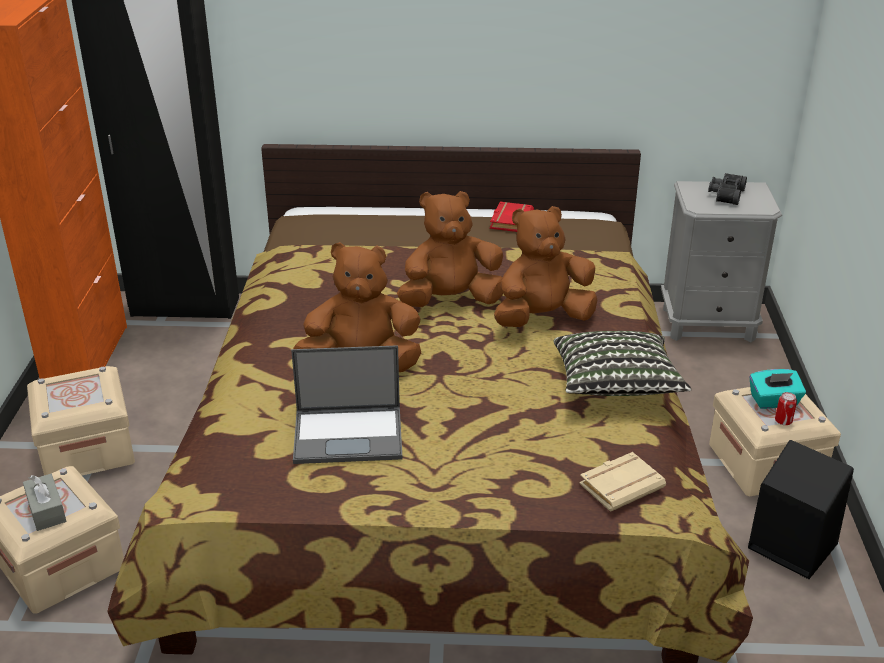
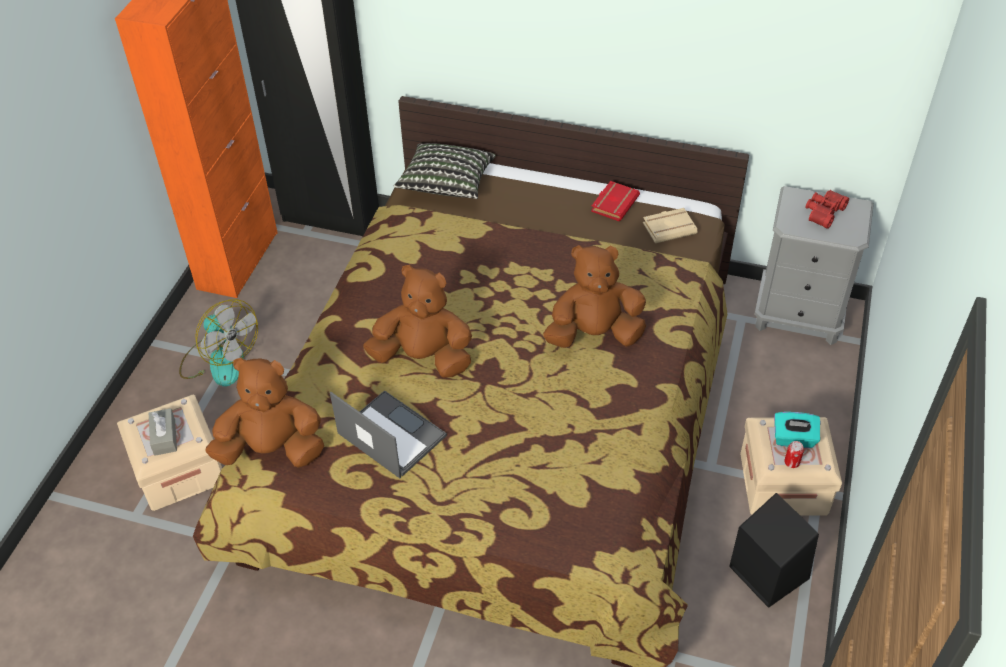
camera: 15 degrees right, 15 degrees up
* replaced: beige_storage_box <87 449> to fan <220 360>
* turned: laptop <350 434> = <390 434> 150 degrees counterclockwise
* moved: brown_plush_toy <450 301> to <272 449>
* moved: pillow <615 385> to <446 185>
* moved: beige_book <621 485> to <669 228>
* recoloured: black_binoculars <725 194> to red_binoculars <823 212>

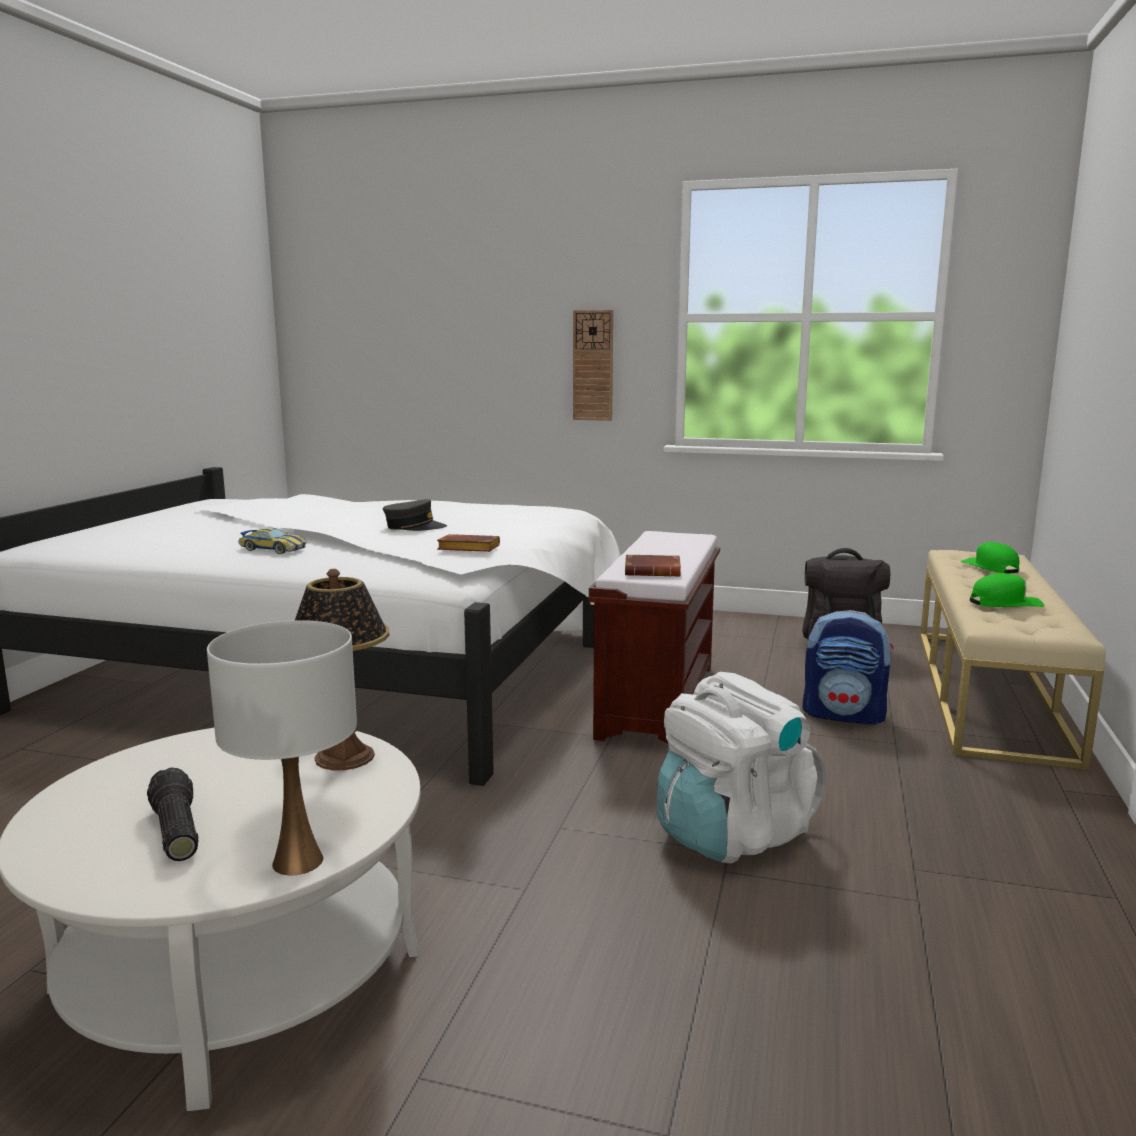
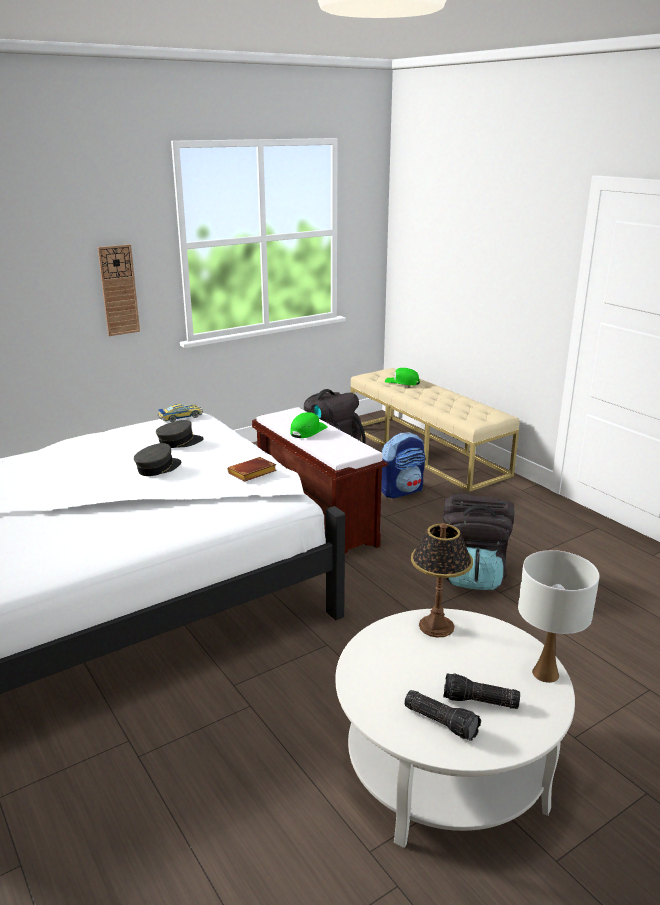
camera: 50 degrees left, 10 degrees up
* moved: toy_car <273 549> to <180 417>
* removed: brown_book <654 571>
* recoloured: white_backpack <732 834> to black_backpack <473 575>
* moved: green_cap <1005 602> to <308 431>
* added: grey_cap <179 442>
* added: flashlight <442 721>

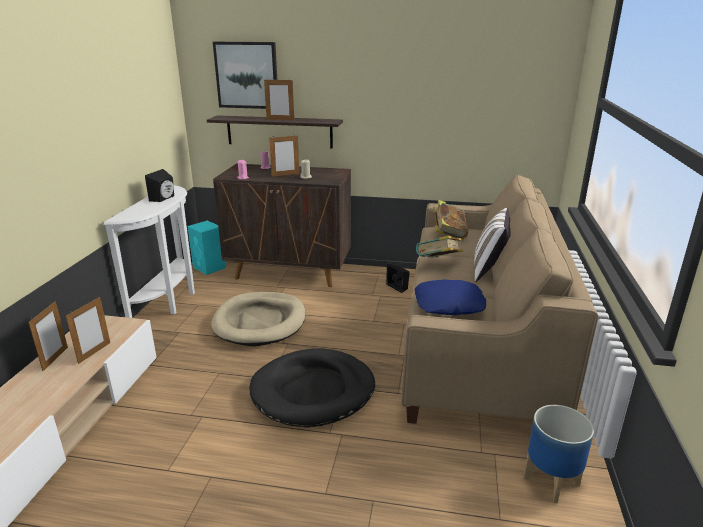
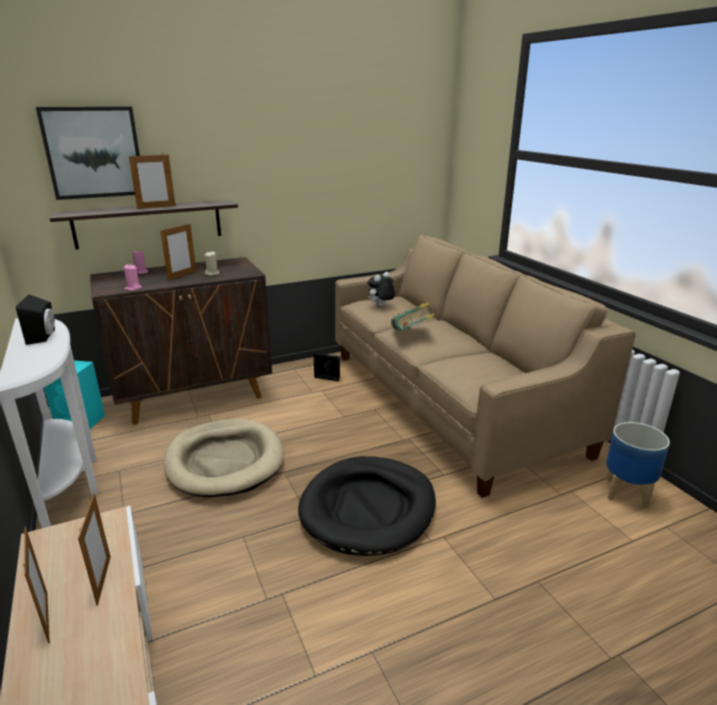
camera: 35 degrees left, 0 degrees up
* removed: blue_pillow <449 305>
* replaced: book <448 234> to plush_toy <381 306>
* removed: white_pillow <489 270>

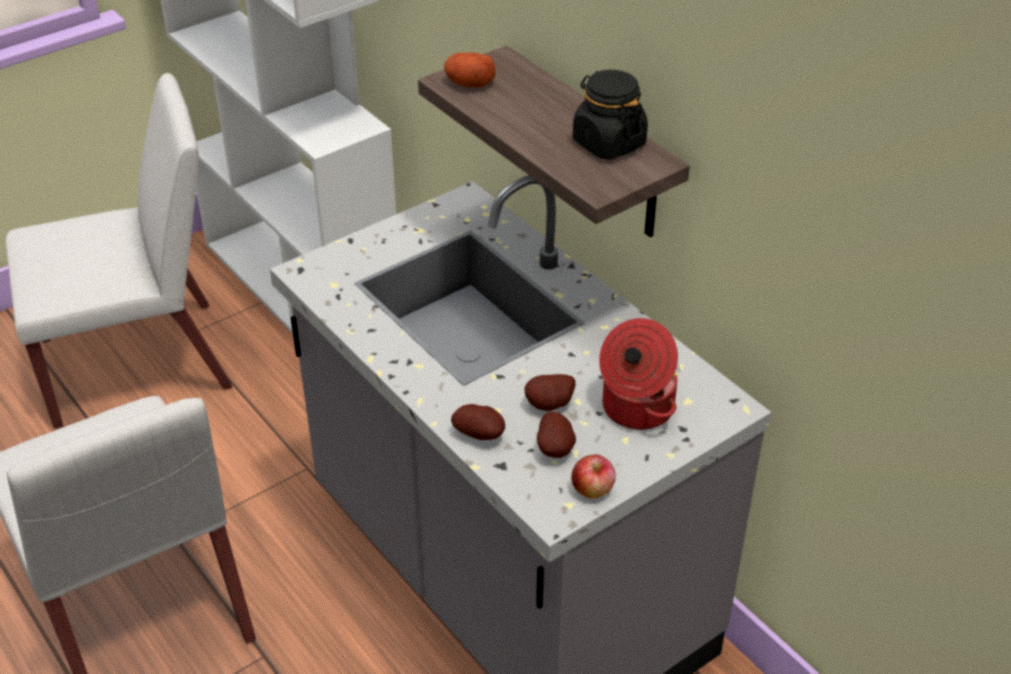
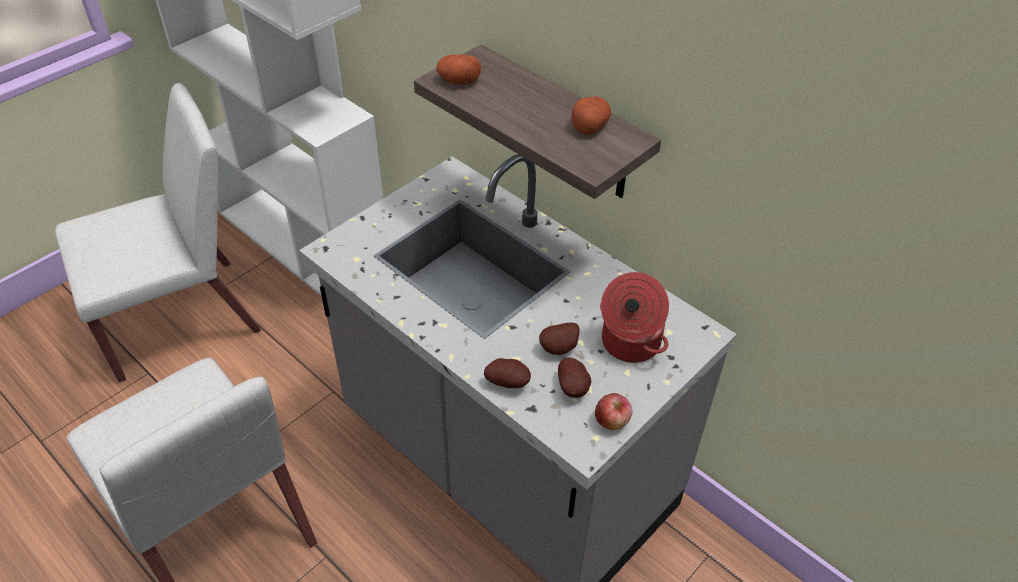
camera: 10 degrees left, 5 degrees up
* replaced: black_jar <608 143> to potato <589 125>

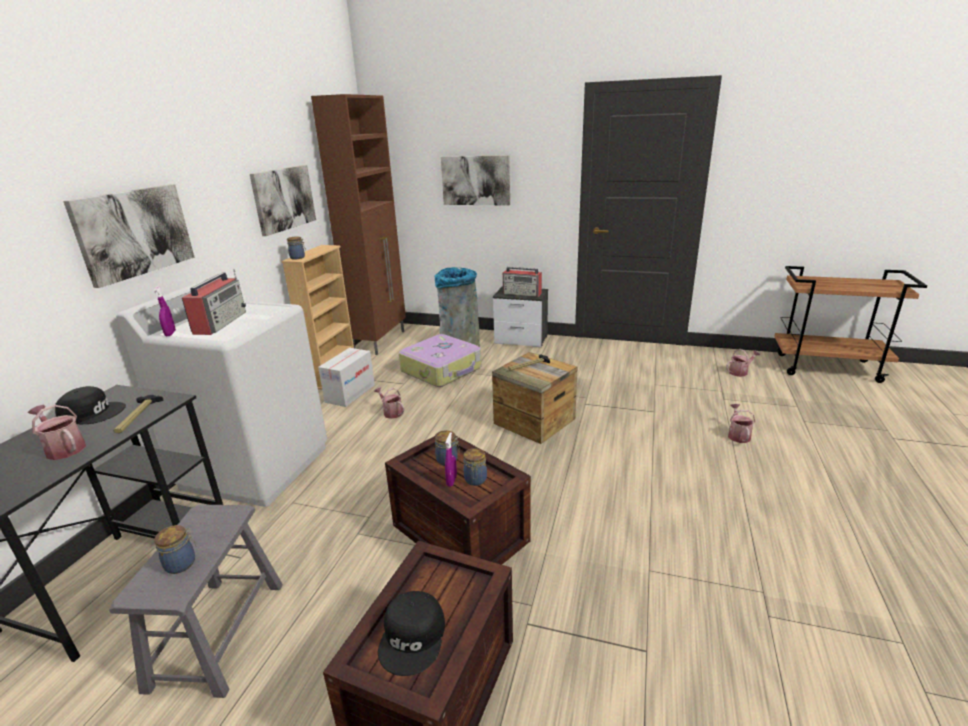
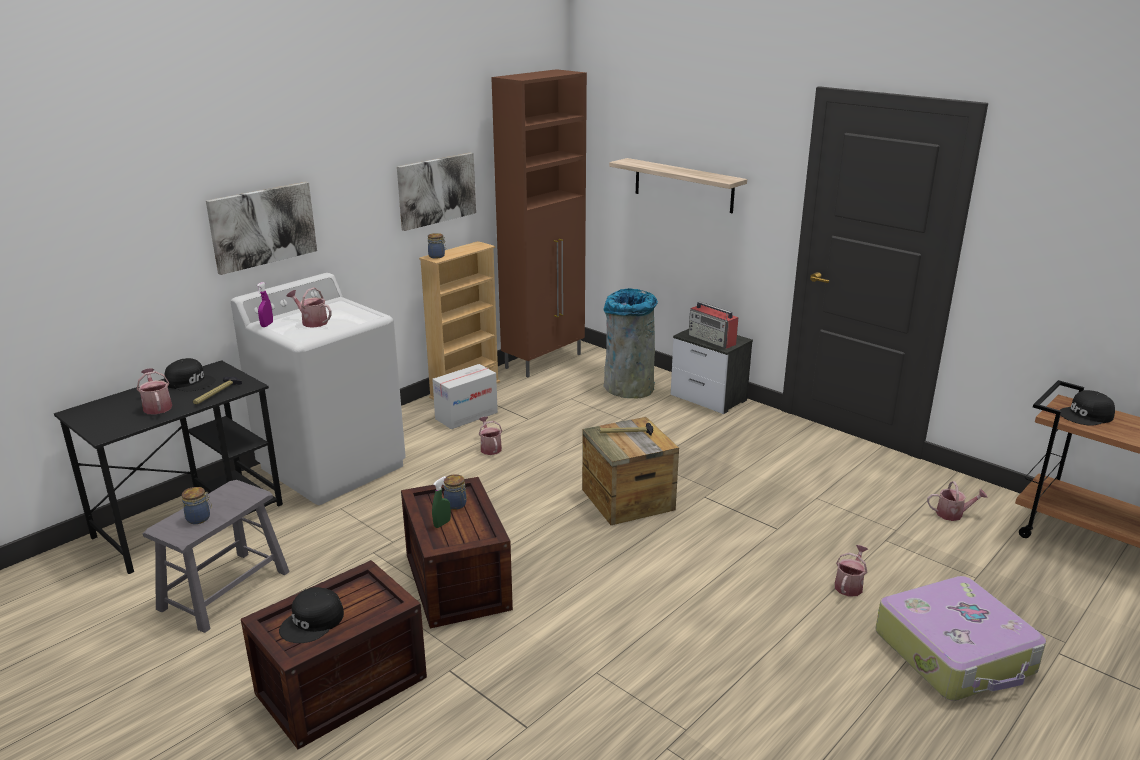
camera: 25 degrees right, 0 degrees up
* replaced: radio <221 322> to watering_can <312 322>
* moved: suitcase <442 370> to <955 653>
* replaced: picture <476 180> to shelf <683 185>
* recoloured: purple_spray_bottle <451 481> to green_spray_bottle <442 523>
* removed: jar <475 480>
* added: black_cap <1086 415>

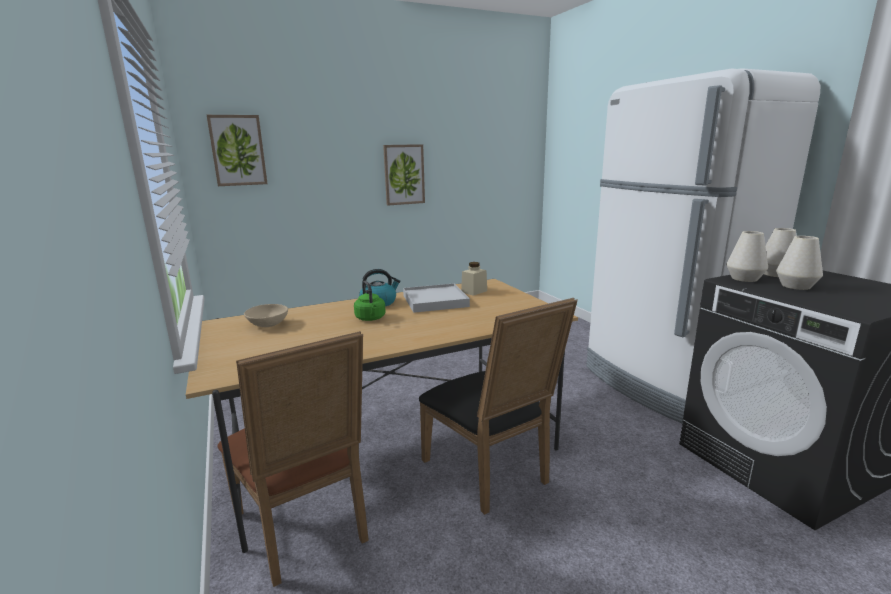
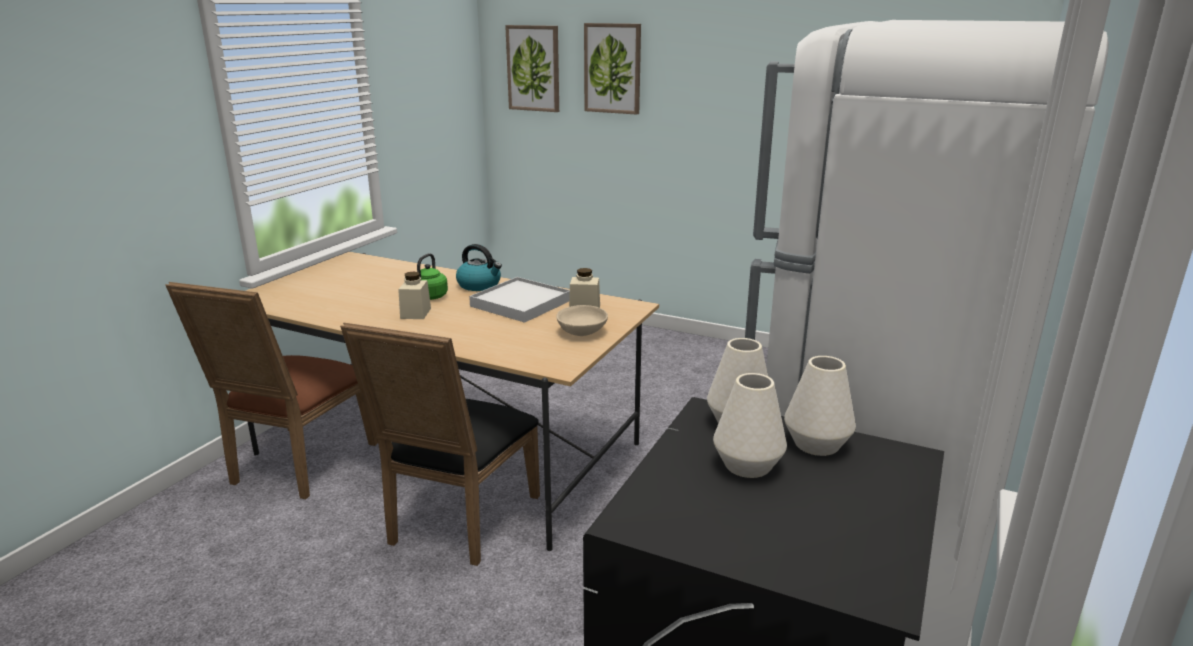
camera: 50 degrees right, 5 degrees up
* moved: beige_bowl <268 324> to <582 332>
* moved: picture <404 174> to <612 68>
* added: beige_jar <415 313>

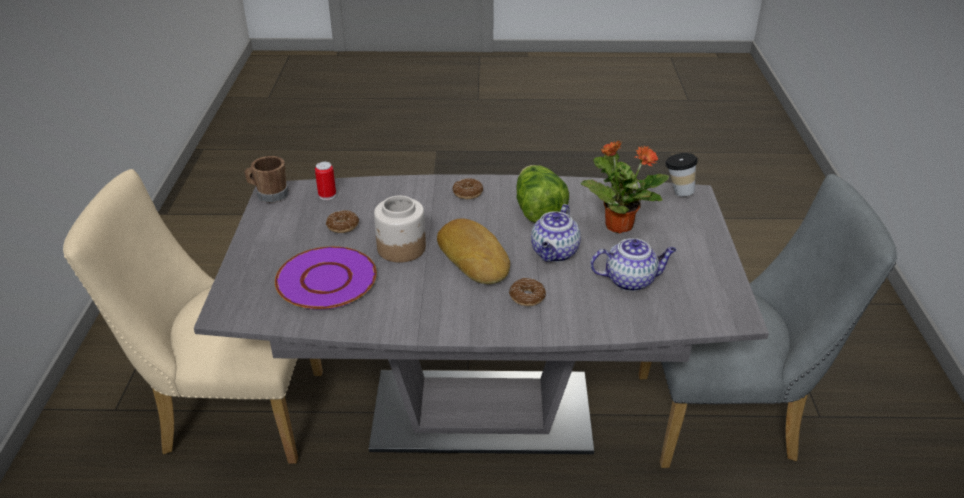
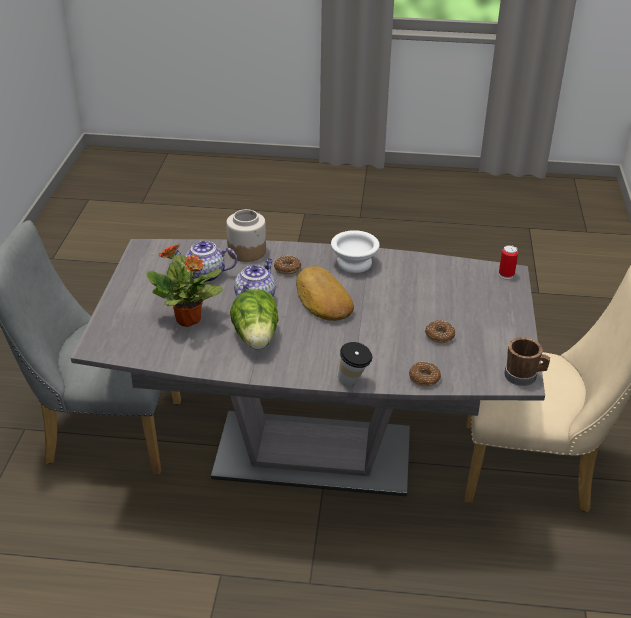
camera: 175 degrees left, 0 degrees up
* removed: purple_plate <326 279>
* moved: can <327 195> to <506 275>
* moved: jar <401 248> to <247 251>
* moved: donut <468 193> to <424 378>
* moved: cup <677 192> to <353 382>
* added: white_bowl <355 263>

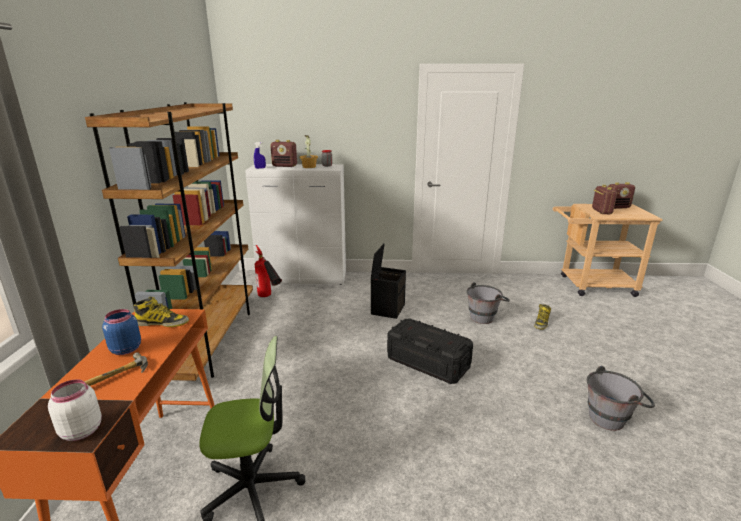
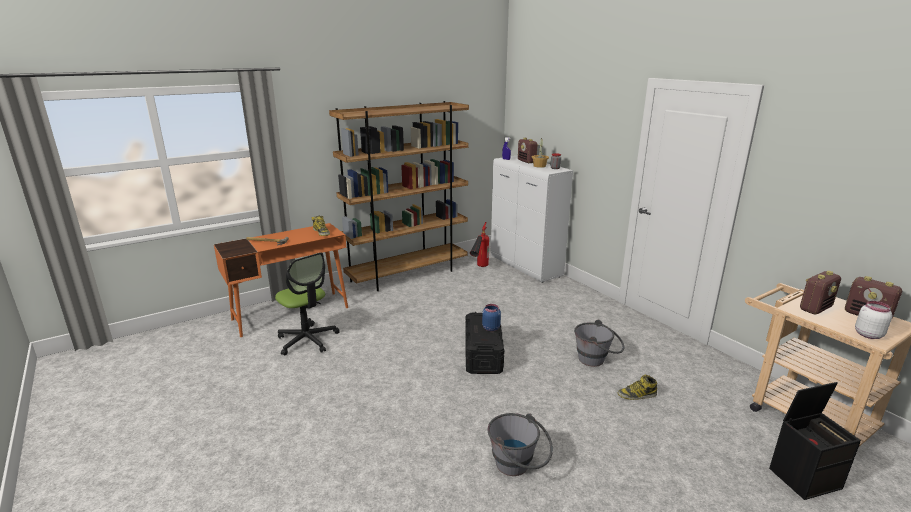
camera: 55 degrees right, 0 degrees up
* moved: white_jar <80 430> to <867 334>
* moved: blue_jar <125 349> to <490 328>
* moved: black_storage_box <387 309> to <805 477>

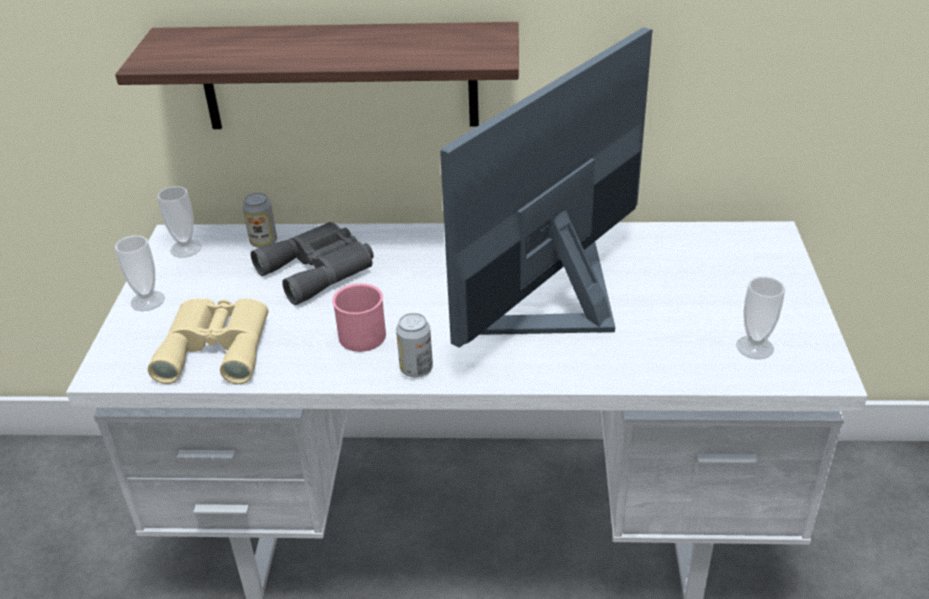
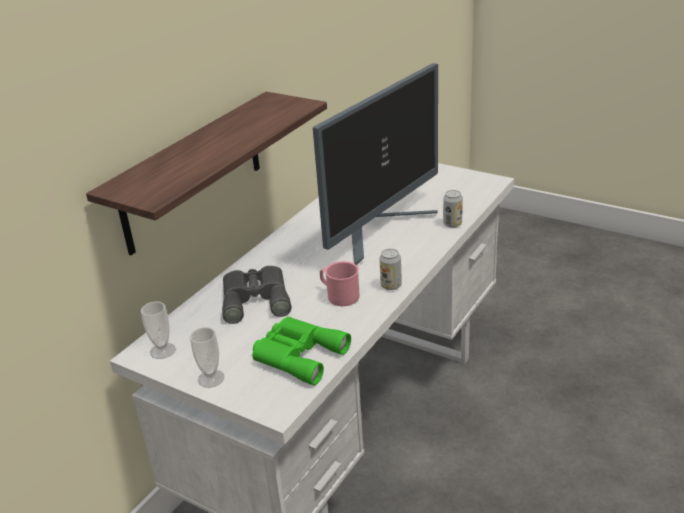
camera: 60 degrees left, 5 degrees down
* recoloured: beige_binoculars <218 346> to green_binoculars <297 354>
* moved: can <263 242> to <452 224>
* turned: monitor <560 306> = <380 229> 120 degrees counterclockwise
* removed: cup <755 347>

